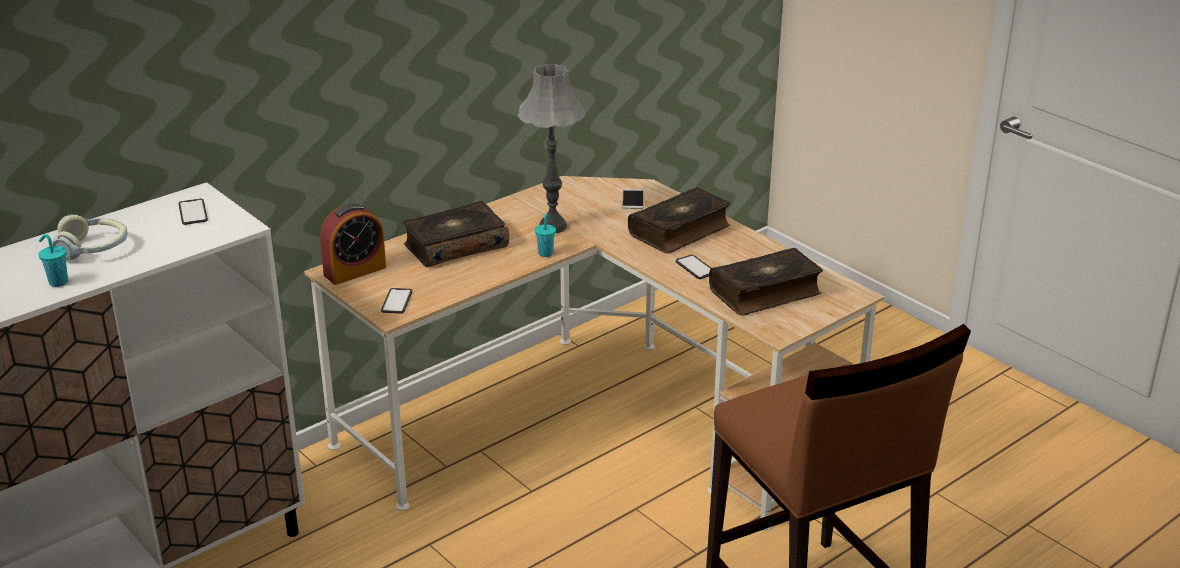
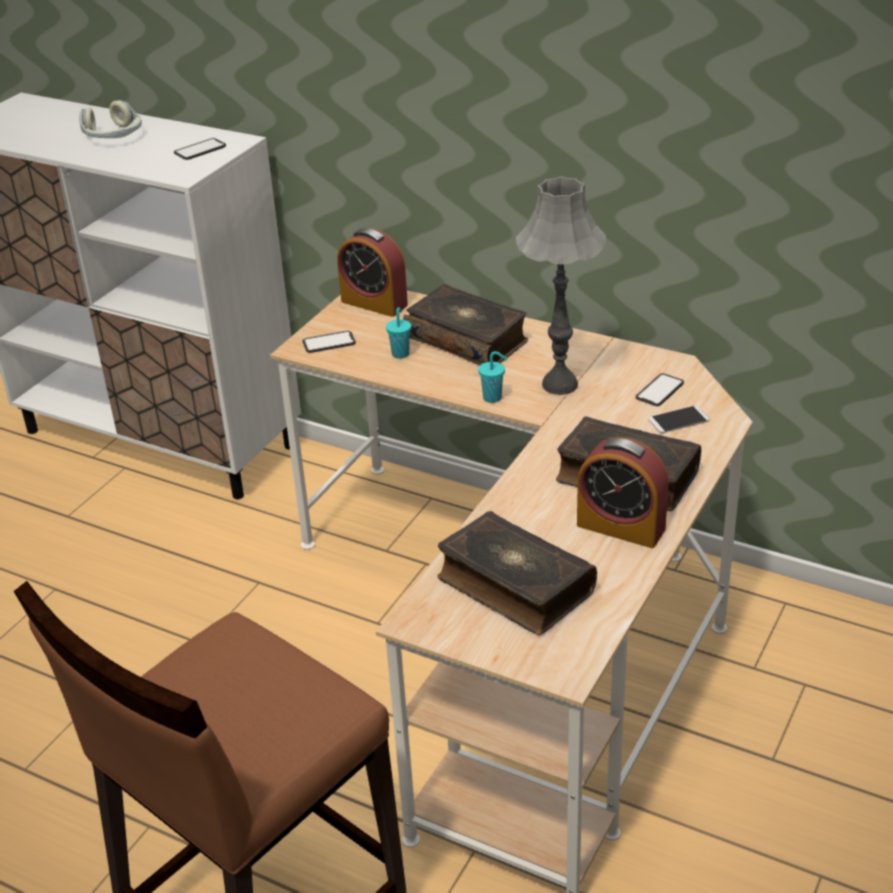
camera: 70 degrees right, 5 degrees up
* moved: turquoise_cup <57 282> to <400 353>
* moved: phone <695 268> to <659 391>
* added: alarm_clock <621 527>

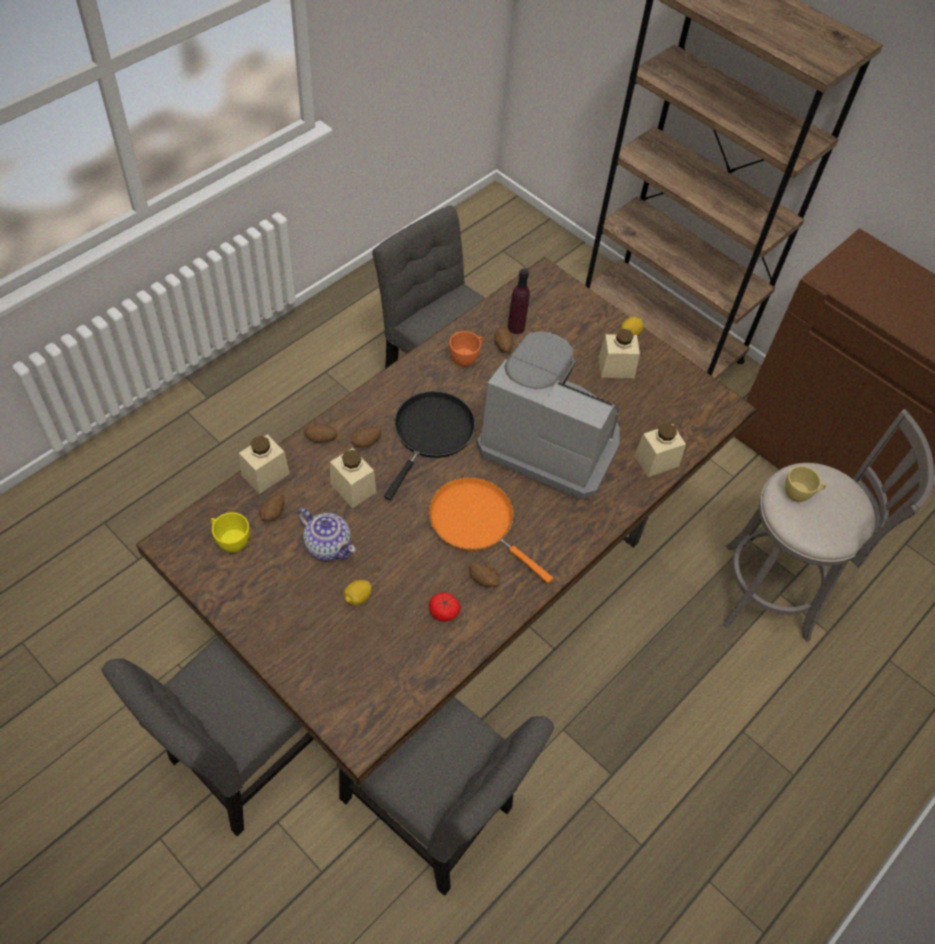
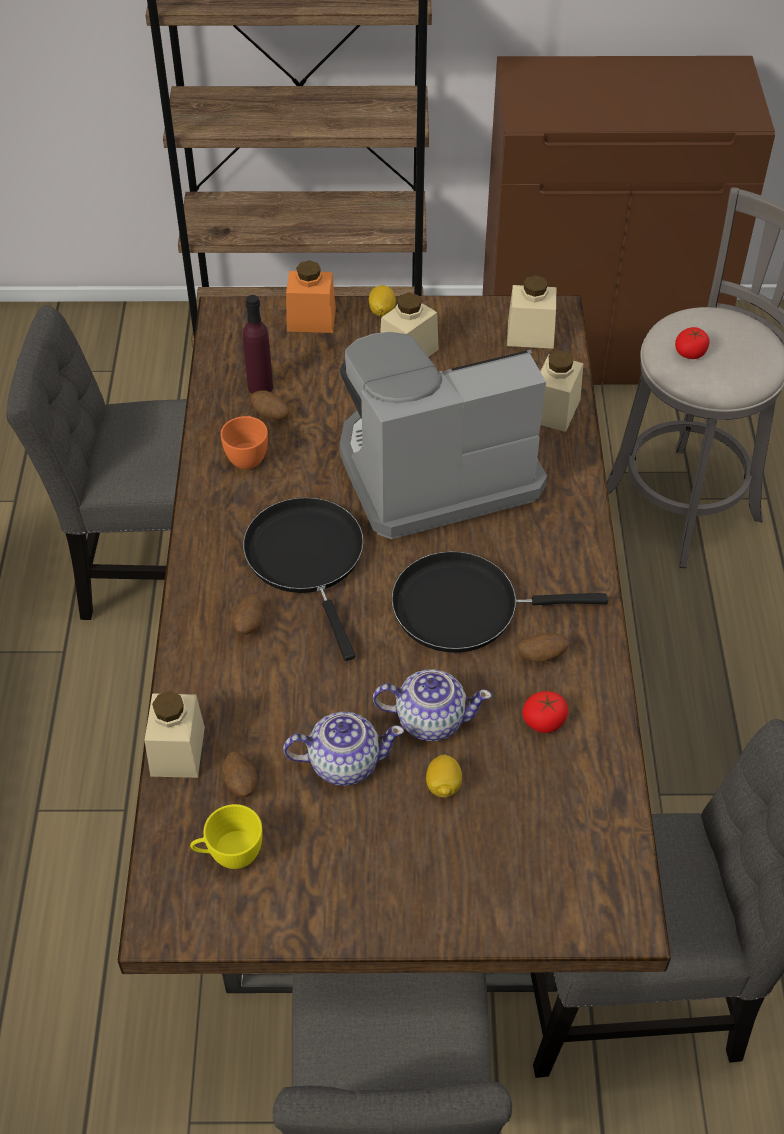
camera: 40 degrees left, 5 degrees down
* removed: potato <321 439>
* moved: beige_jar <353 488> to <530 335>
* recoloured: orange_frying_pan <476 522> to black_frying_pan <464 607>
* replaced: yellow_cup <799 494> to tomato <690 352>
* added: orange_jar <311 320>
* added: teapot <430 719>

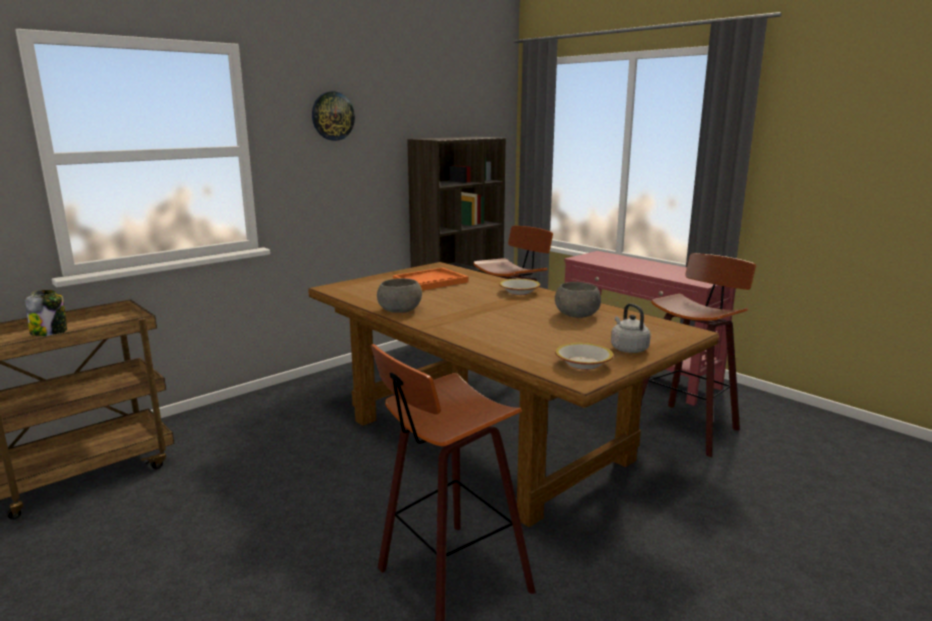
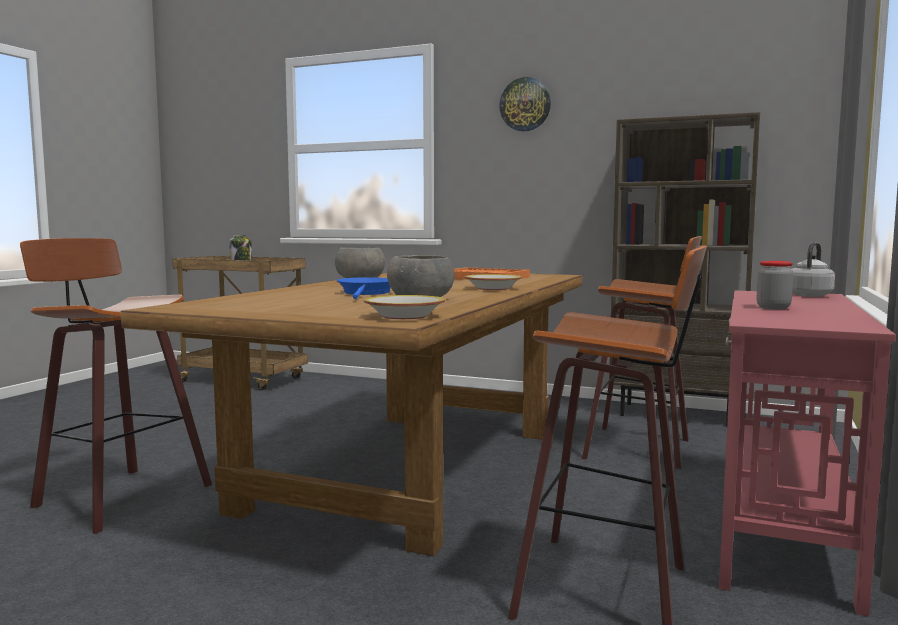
camera: 65 degrees right, 10 degrees down
* moved: bowl <584 363> to <404 316>
* moved: grey_kettle <628 348> to <810 295>
* added: blue_frying_pan <366 293>
* added: jar <773 308>

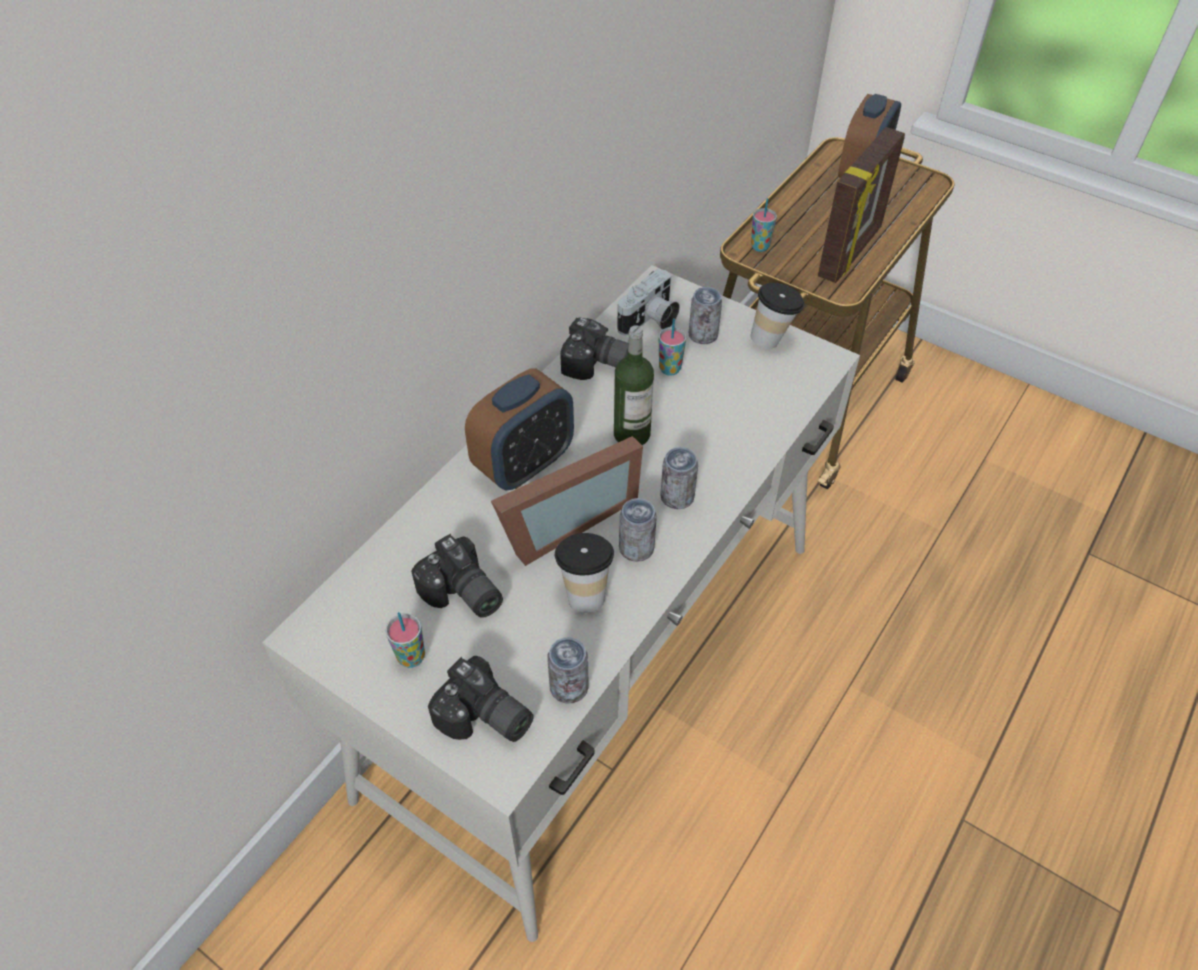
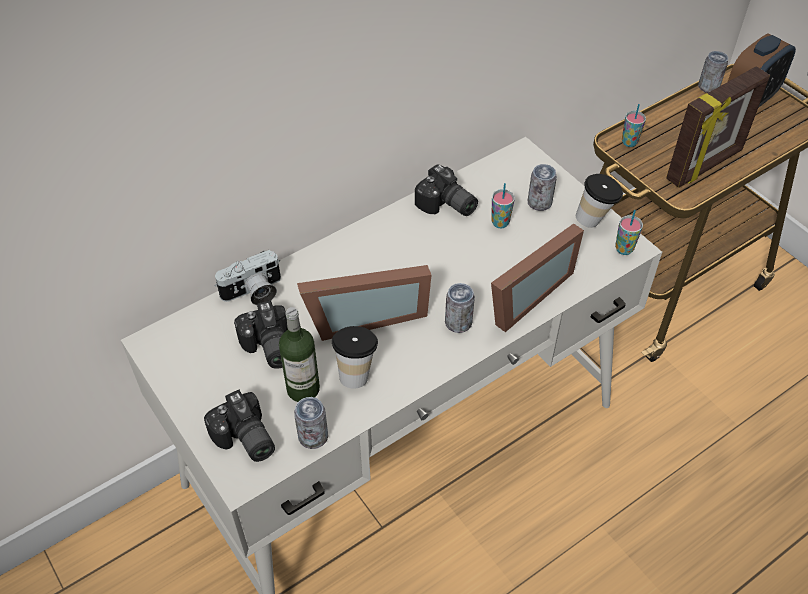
camera: 20 degrees right, 0 degrees up
* moved: cup <411 657> to <624 249>
* removed: alarm_clock <524 464>
* moved: bottle <631 434> to <303 389>
* moved: photo_camera <650 321> to <253 293>
* moved: can <636 548> to <708 87>
* added: picture_frame <522 295>

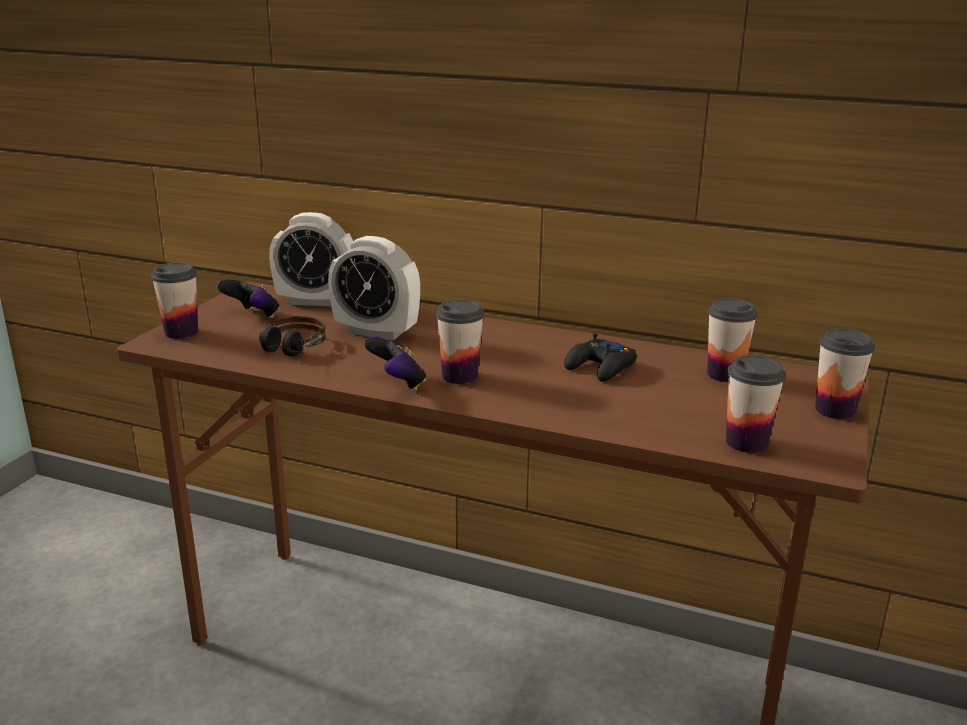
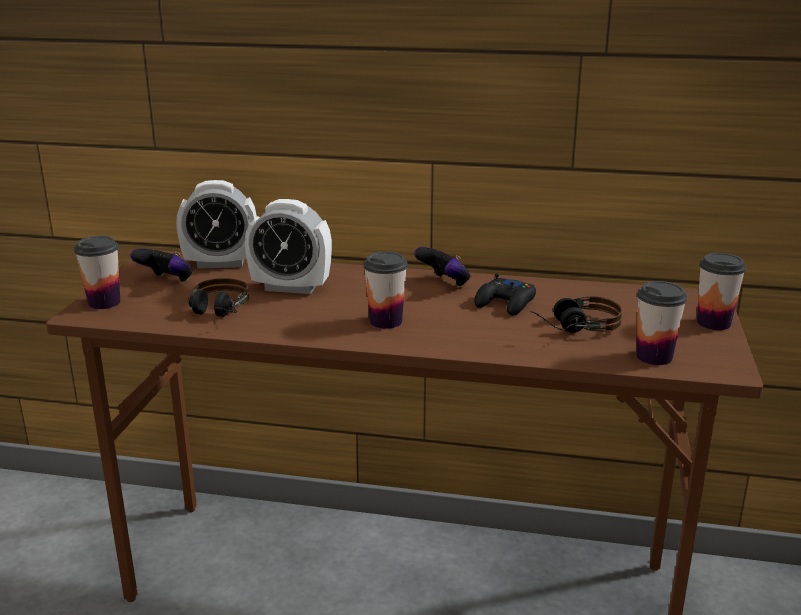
camera: 10 degrees left, 0 degrees up
* moved: game_controller <398 384> to <444 284>
* removed: cup <724 374>
* added: headphones <572 328>

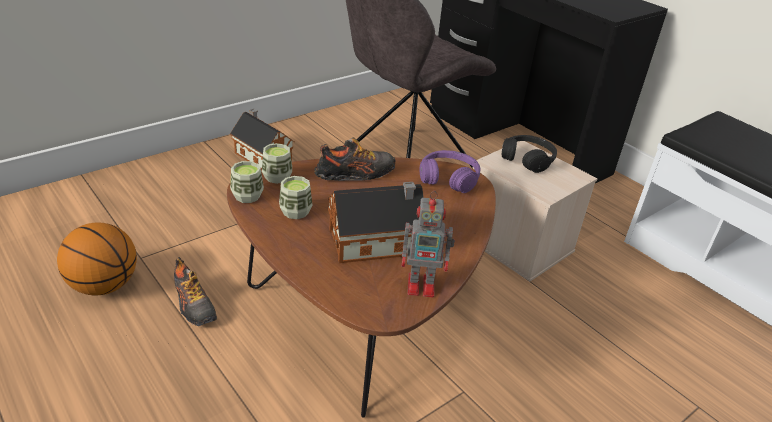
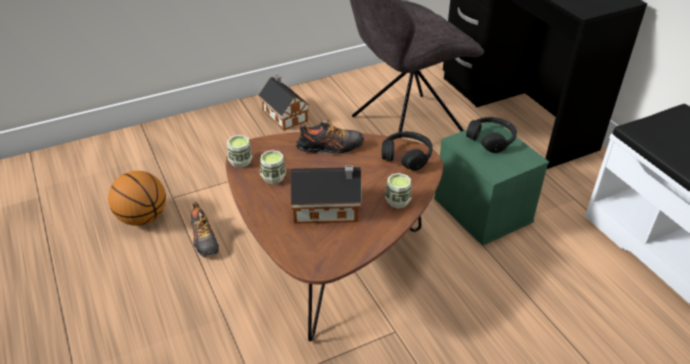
camera: 15 degrees right, 5 degrees up
* moved: cup <277 177> to <397 201>
* removed: toy_robot <423 285>
* recoloured: purple_headphones <448 179> to black_headphones <406 156>
* recoloured: beige_storage_box <515 243> to green_storage_box <481 209>

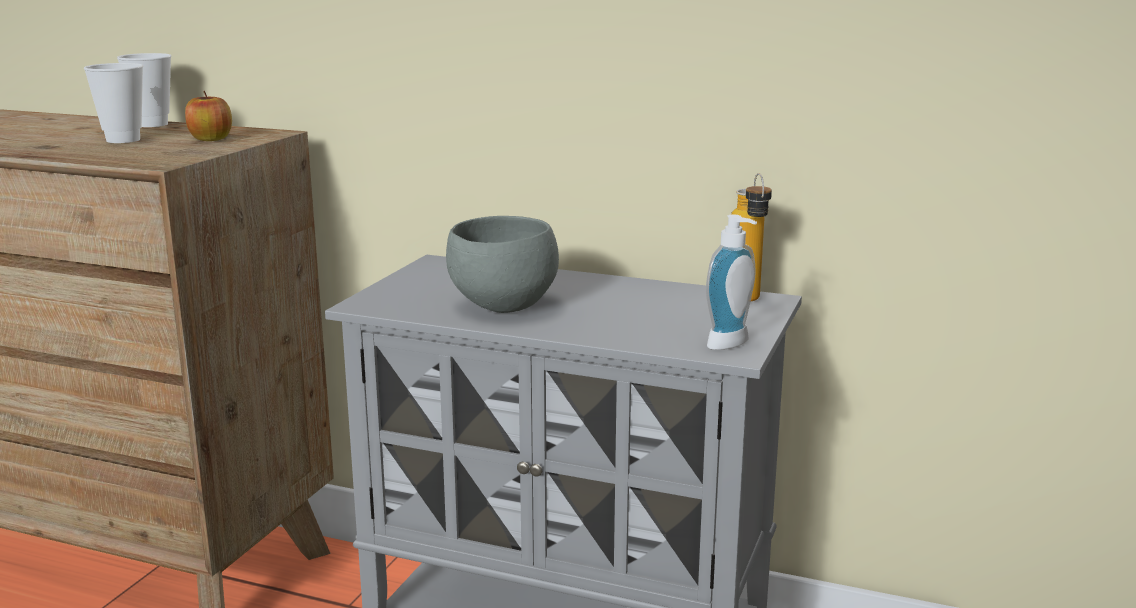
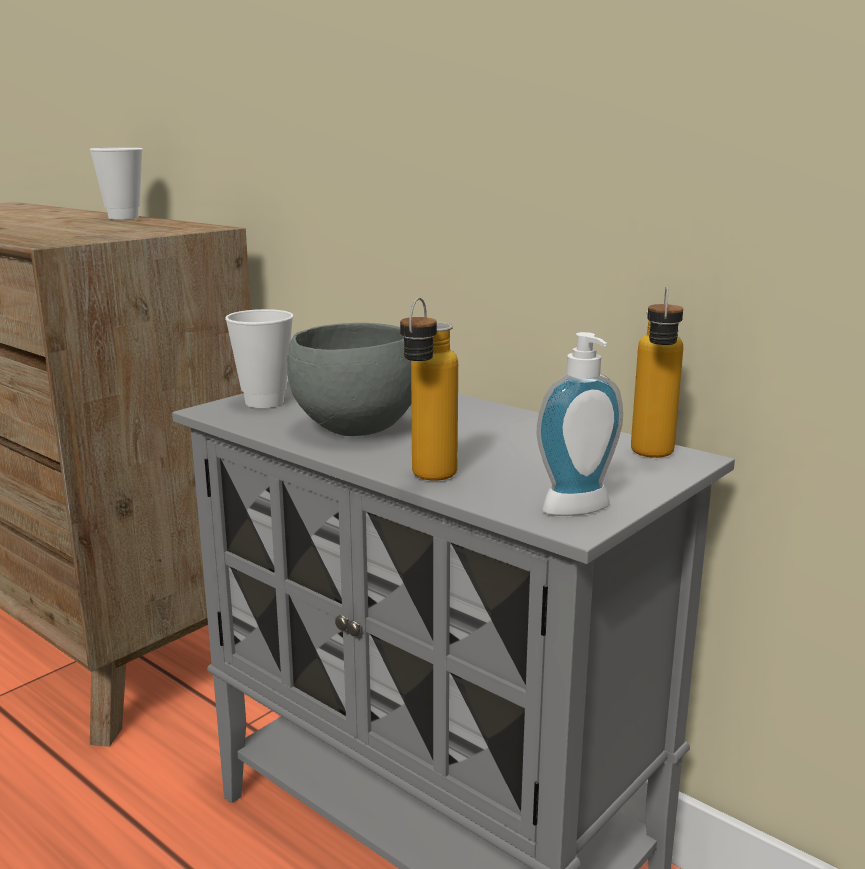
camera: 20 degrees right, 0 degrees up
* moved: cup <123 140> to <264 402>
* removed: apple <211 139>
* added: bottle <427 480>

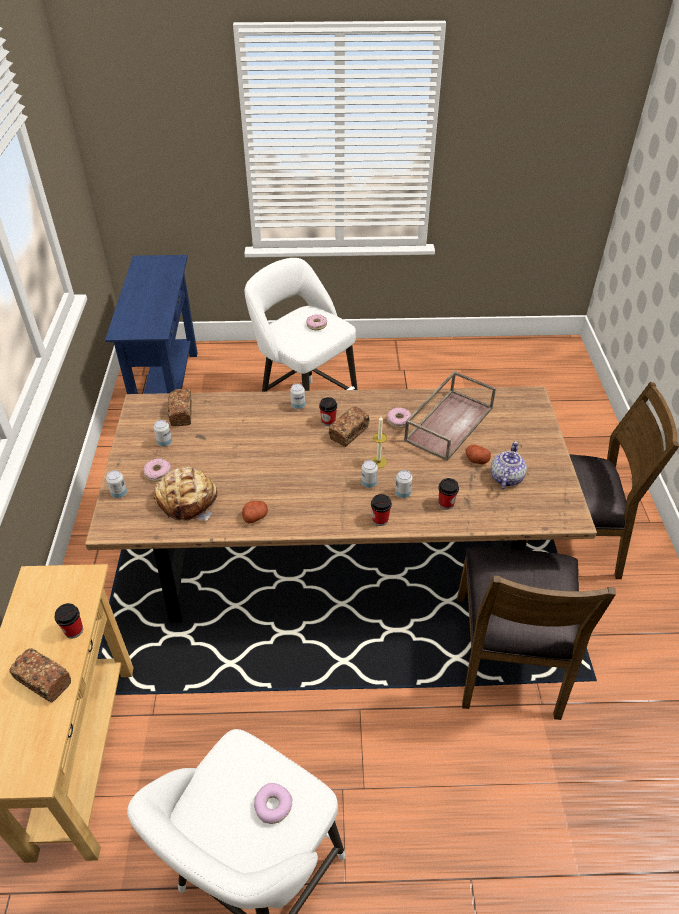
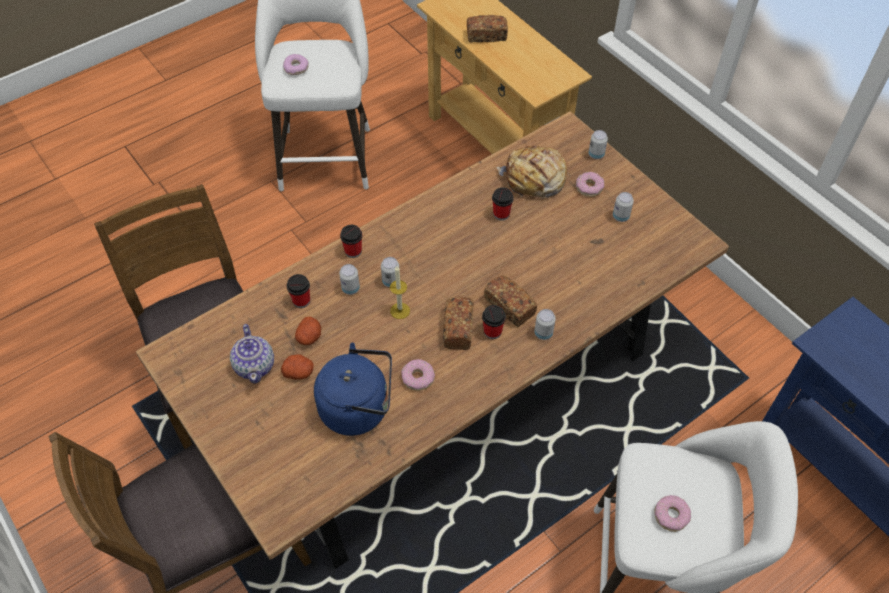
camera: 145 degrees right, 10 degrees up
* moved: cup <74 630> to <501 214>
* moved: bread <181 414> to <509 307>
* moved: potato <255 516> to <309 337>
* replaced: brown_tray <448 423> to blue_kettle <359 408>

